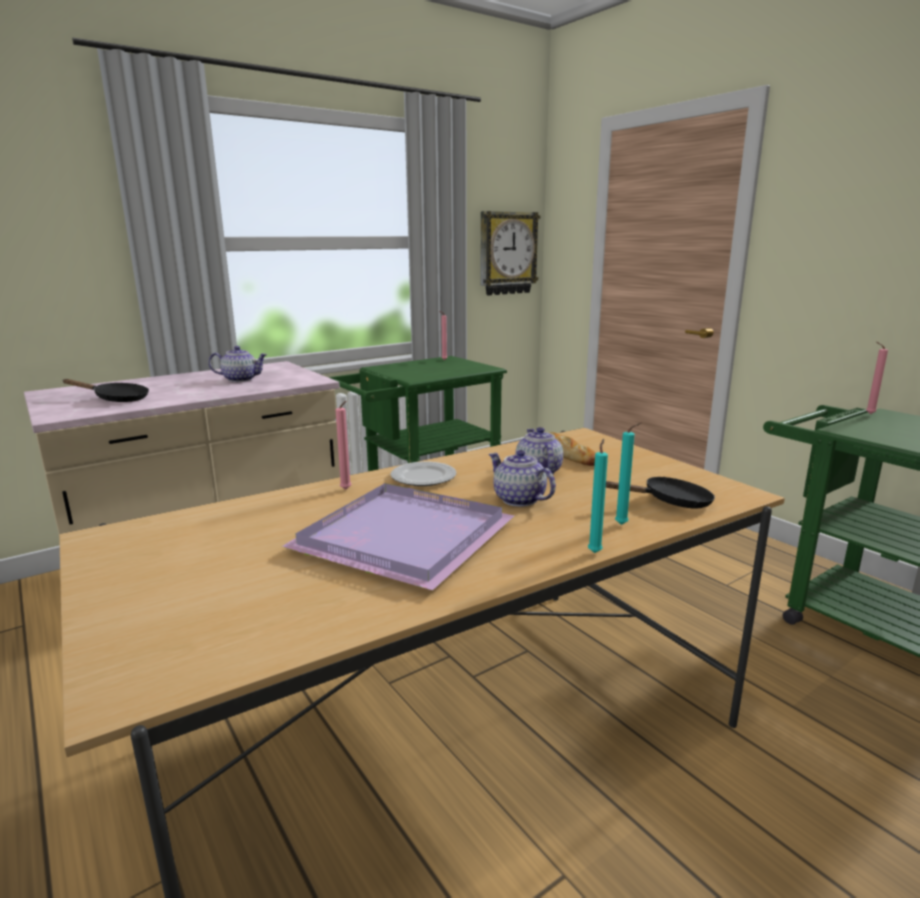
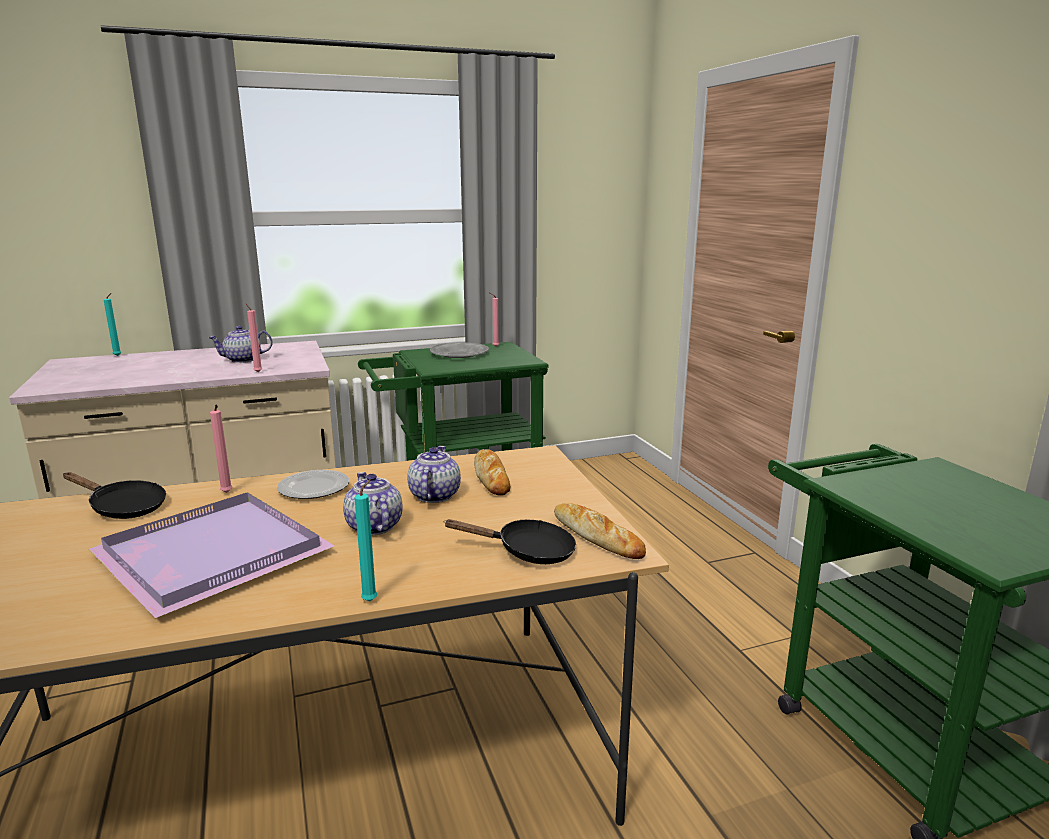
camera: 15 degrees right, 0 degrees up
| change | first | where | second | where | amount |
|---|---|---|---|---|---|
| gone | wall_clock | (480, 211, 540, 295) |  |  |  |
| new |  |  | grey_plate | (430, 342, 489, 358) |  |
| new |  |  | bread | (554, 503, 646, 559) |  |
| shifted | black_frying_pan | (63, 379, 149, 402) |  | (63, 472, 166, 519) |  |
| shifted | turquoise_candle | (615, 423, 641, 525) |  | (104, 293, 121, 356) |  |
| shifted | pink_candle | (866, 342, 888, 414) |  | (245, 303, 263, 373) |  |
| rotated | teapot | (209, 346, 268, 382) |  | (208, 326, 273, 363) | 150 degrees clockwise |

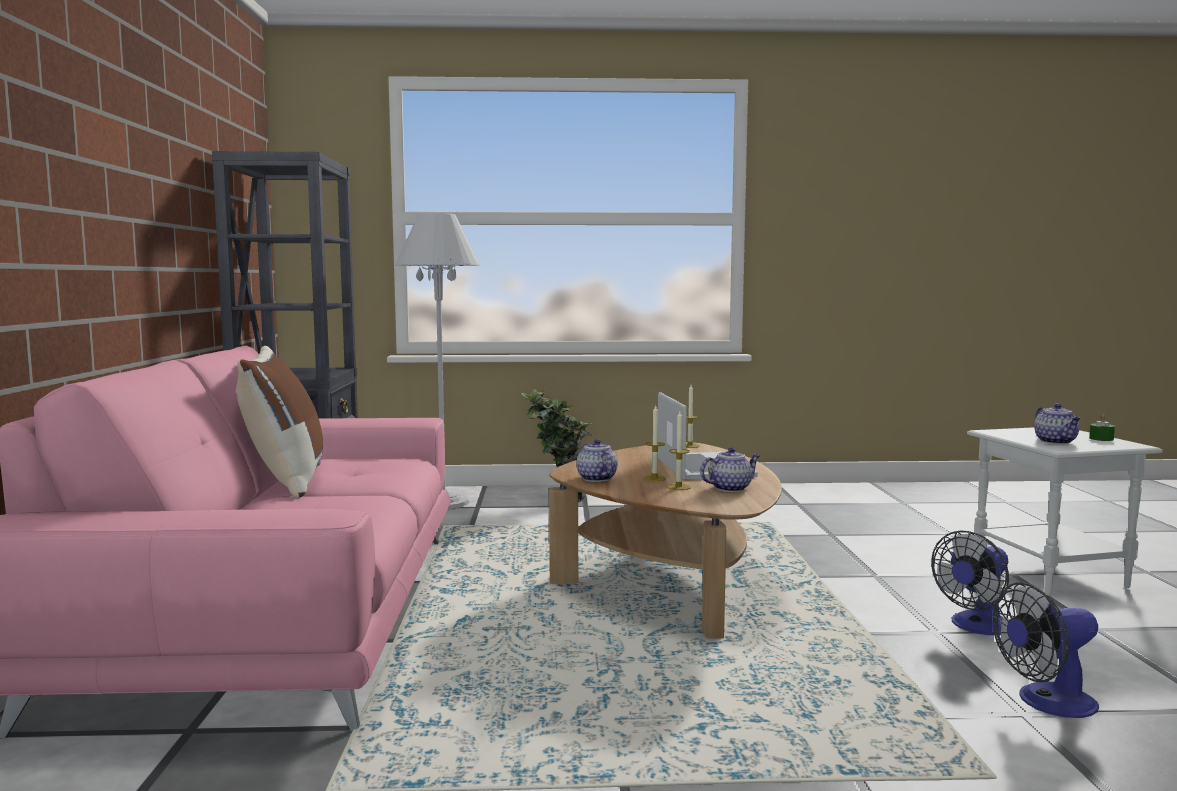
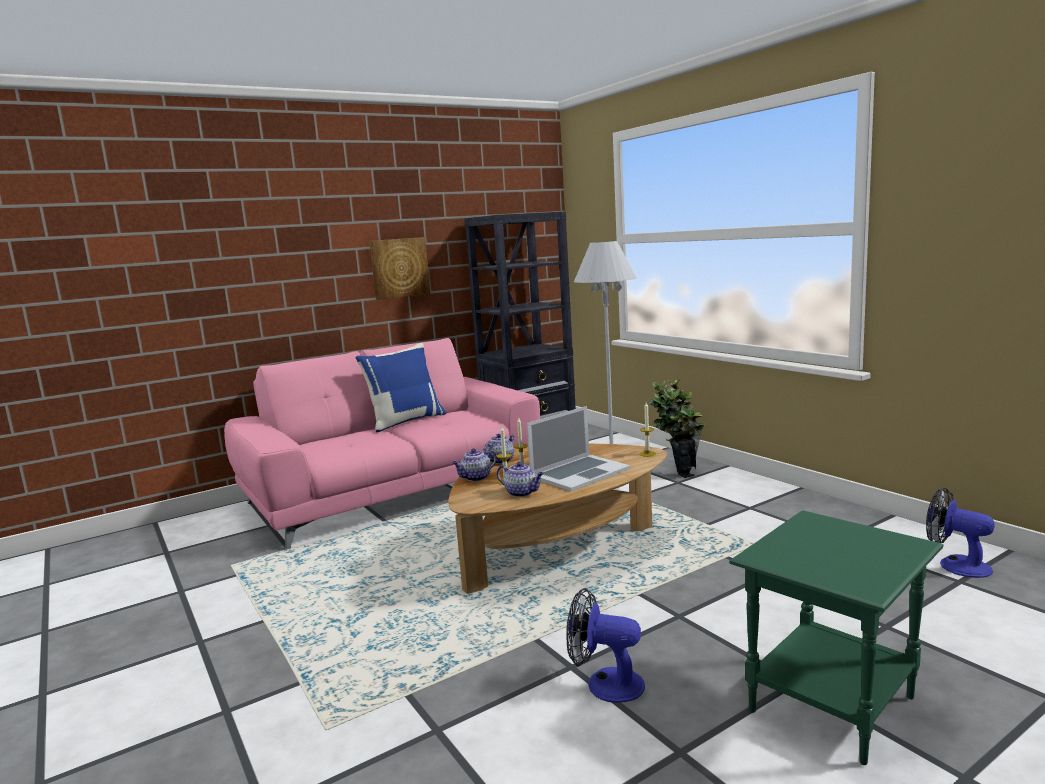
camera: 60 degrees right, 5 degrees up
| change | first | where | second | where | amount |
|---|---|---|---|---|---|
| gone | green_candle | (1089, 414, 1115, 441) |  |  |  |
| new |  |  | picture | (369, 237, 430, 300) |  |
| shifted | fan | (993, 582, 1099, 718) |  | (926, 487, 995, 578) |  |
| shifted | teapot | (1034, 403, 1080, 444) |  | (452, 449, 497, 481) |  |
| repainted | brown_pillow | (236, 346, 323, 498) | blue_pillow | (356, 343, 446, 433) |  |
| repainted | white_side_table | (967, 427, 1163, 596) | green_side_table | (730, 510, 943, 765) |  |

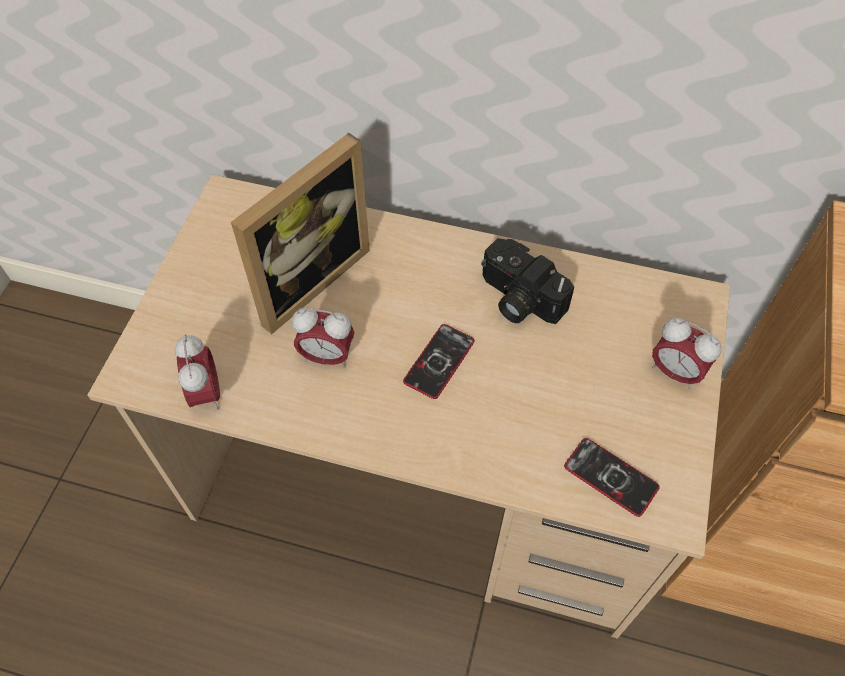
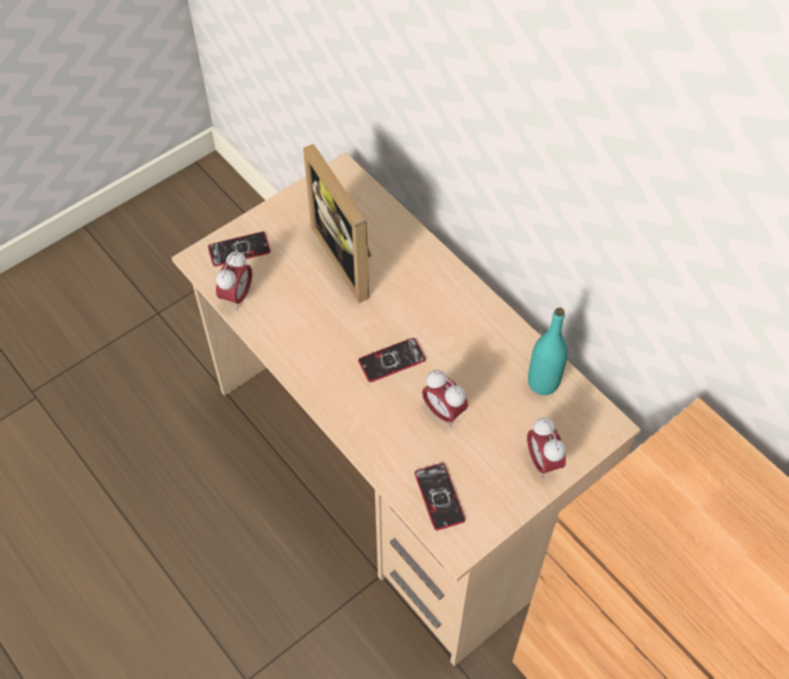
camera: 35 degrees right, 0 degrees up
| change | first | where | second | where | amount |
|---|---|---|---|---|---|
| gone | photo_camera | (481, 238, 574, 324) |  |  |  |
| new |  |  | phone | (208, 232, 271, 267) |  |
| new |  |  | turquoise_bottle | (528, 307, 568, 395) |  |
| shifted | alarm_clock | (292, 308, 355, 368) |  | (422, 370, 468, 427) |  |
| rotated | picture_frame | (231, 133, 370, 334) |  | (303, 144, 371, 303) | 75 degrees clockwise |

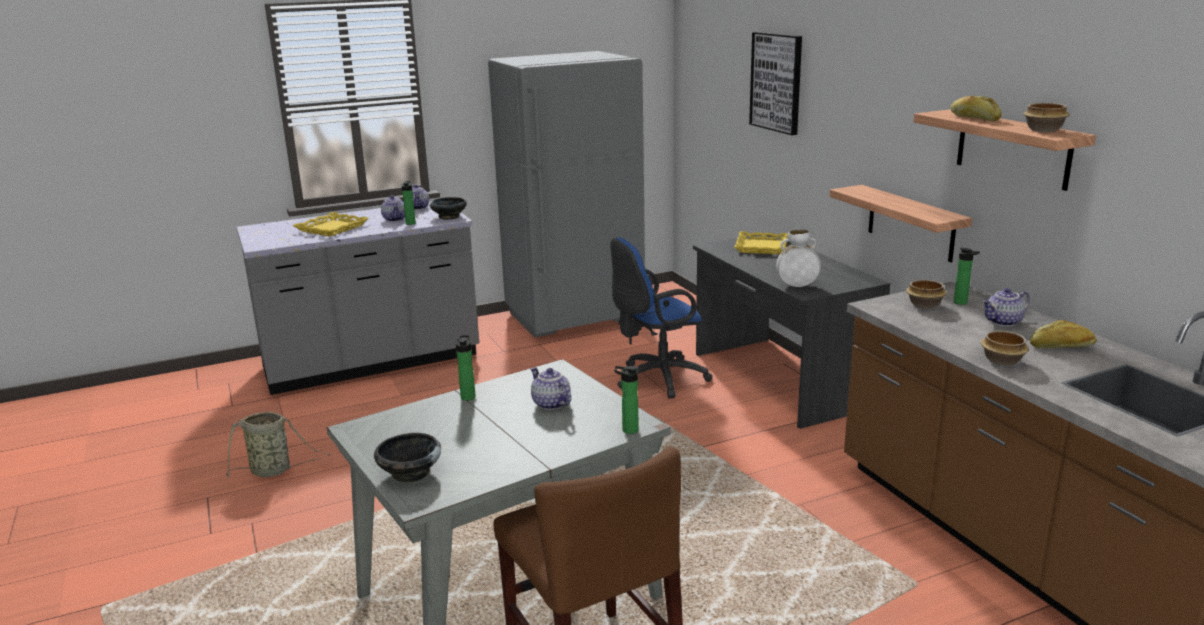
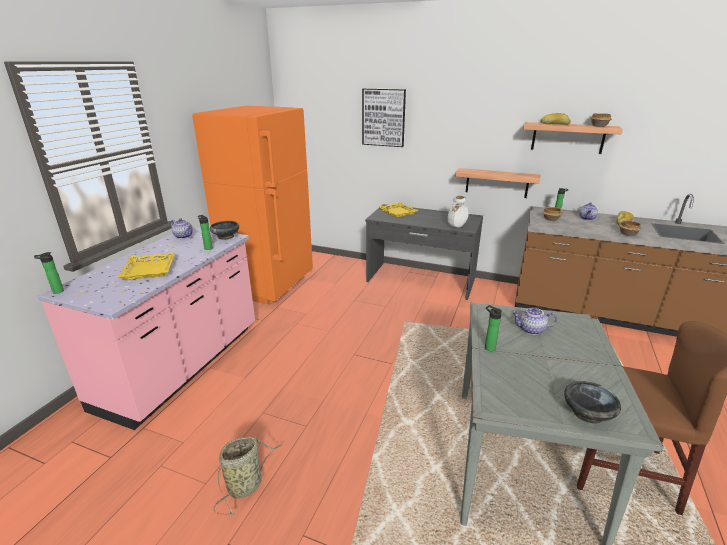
camera: 45 degrees left, 5 degrees up
| change | first | where | second | where | amount |
|---|---|---|---|---|---|
| gone | teapot | (381, 195, 405, 222) |  |  |  |
| gone | blue_office_chair | (610, 237, 712, 399) |  |  |  |
| shifted | bottle | (614, 366, 639, 434) |  | (34, 252, 64, 294) |  |
| repainted | grey_counter | (236, 202, 479, 395) | pink_counter | (38, 227, 255, 430) |  |
| repainted | grey_fridge | (488, 51, 645, 337) | orange_fridge | (192, 106, 313, 304) |  |

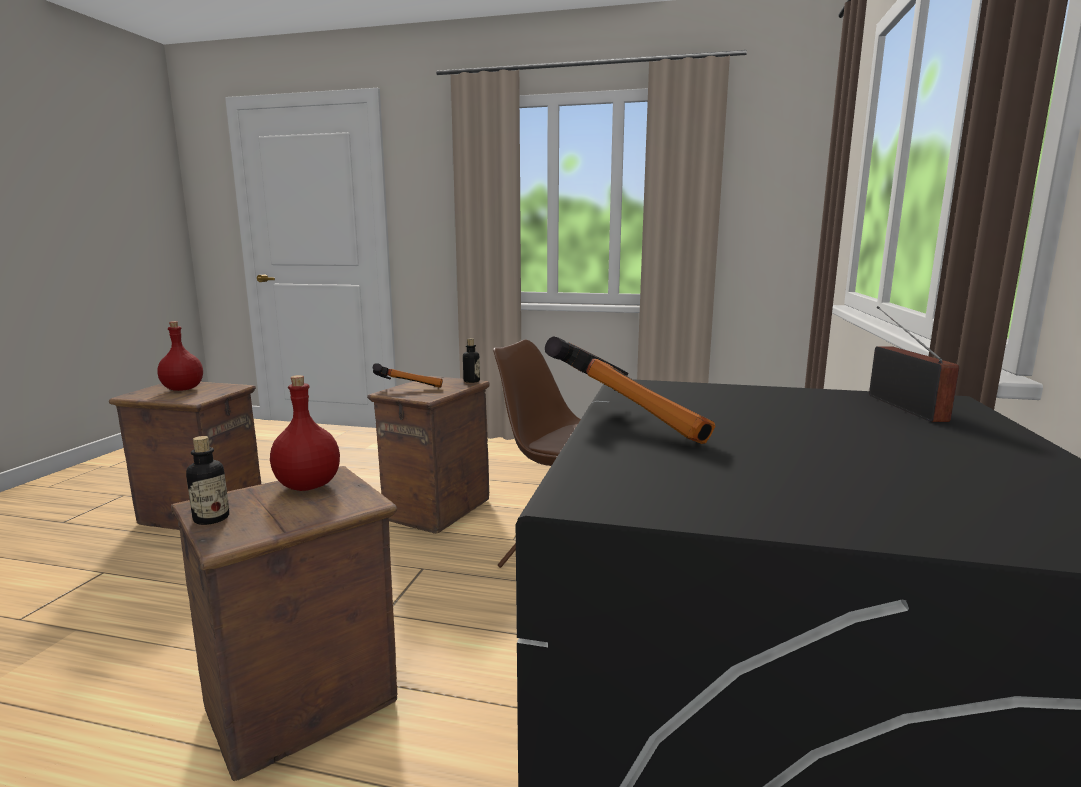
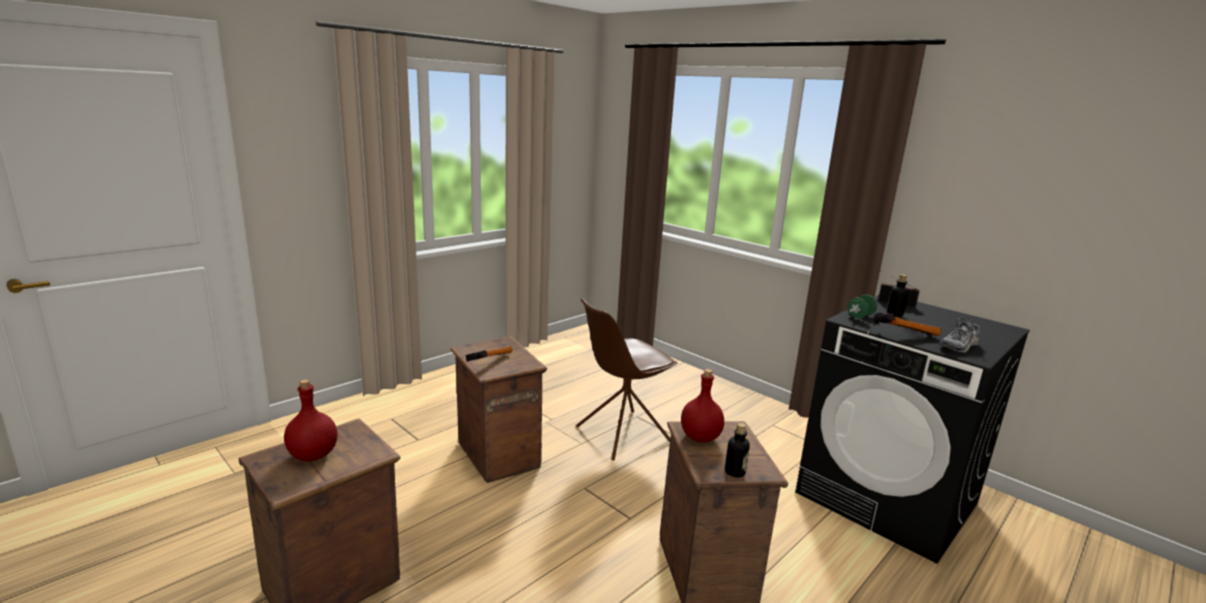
camera: 60 degrees left, 5 degrees up
| change | first | where | second | where | amount |
|---|---|---|---|---|---|
| new |  |  | green_dumbbell | (848, 295, 877, 318) |  |
| new |  |  | shoe | (939, 318, 980, 353) |  |
| shifted | bottle | (463, 338, 480, 383) |  | (887, 274, 909, 317) |  |

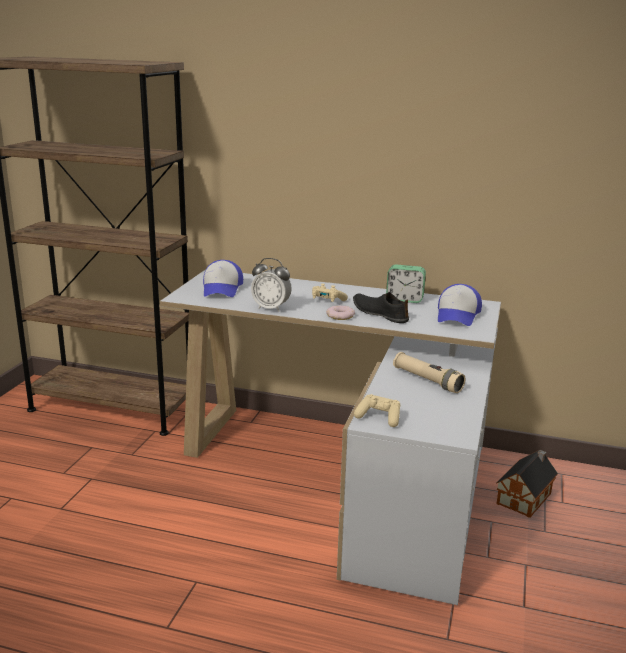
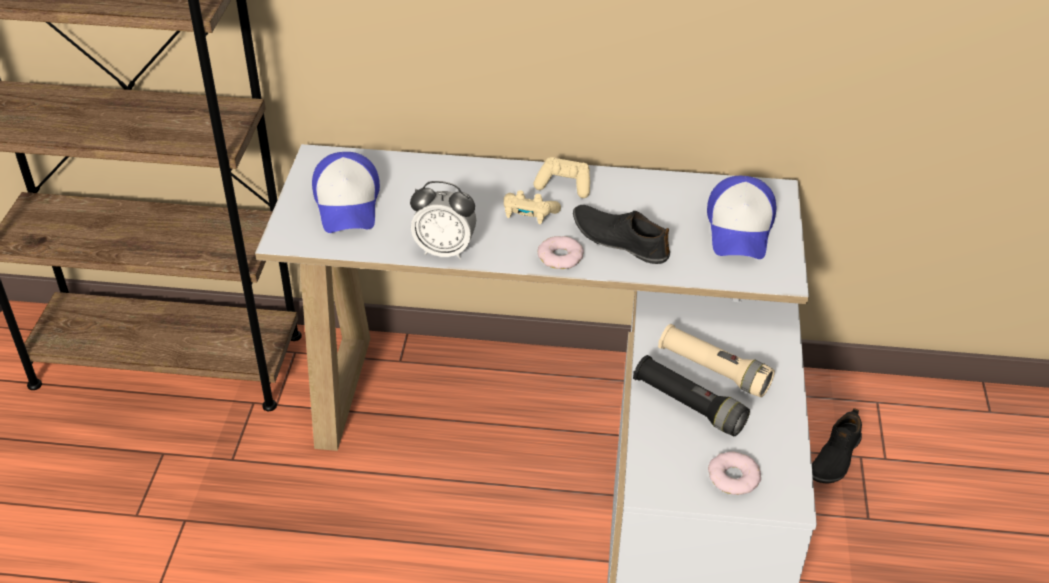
camera: 10 degrees left, 20 degrees up
| change | first | where | second | where | amount |
|---|---|---|---|---|---|
| gone | alarm_clock | (386, 264, 426, 303) |  |  |  |
| new |  |  | black_flashlight | (633, 355, 750, 436) |  |
| new |  |  | donut | (708, 451, 761, 495) |  |
| shifted | beige_game_controller | (354, 394, 400, 427) |  | (533, 157, 590, 198) |  |
| swapped | toy_house | (497, 450, 558, 518) | black_shoe | (812, 408, 862, 483) |  |

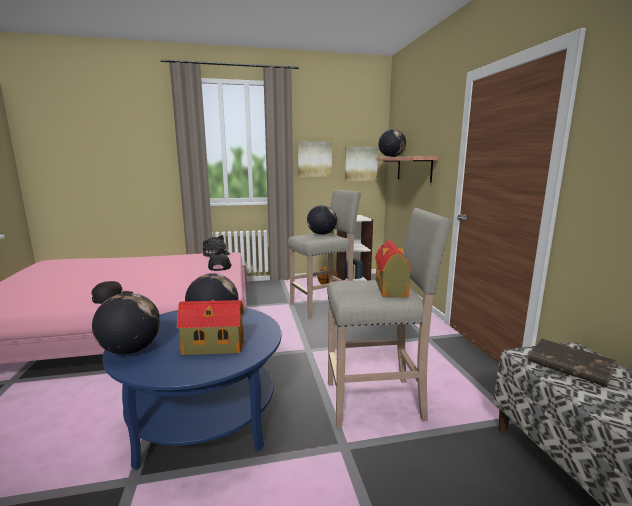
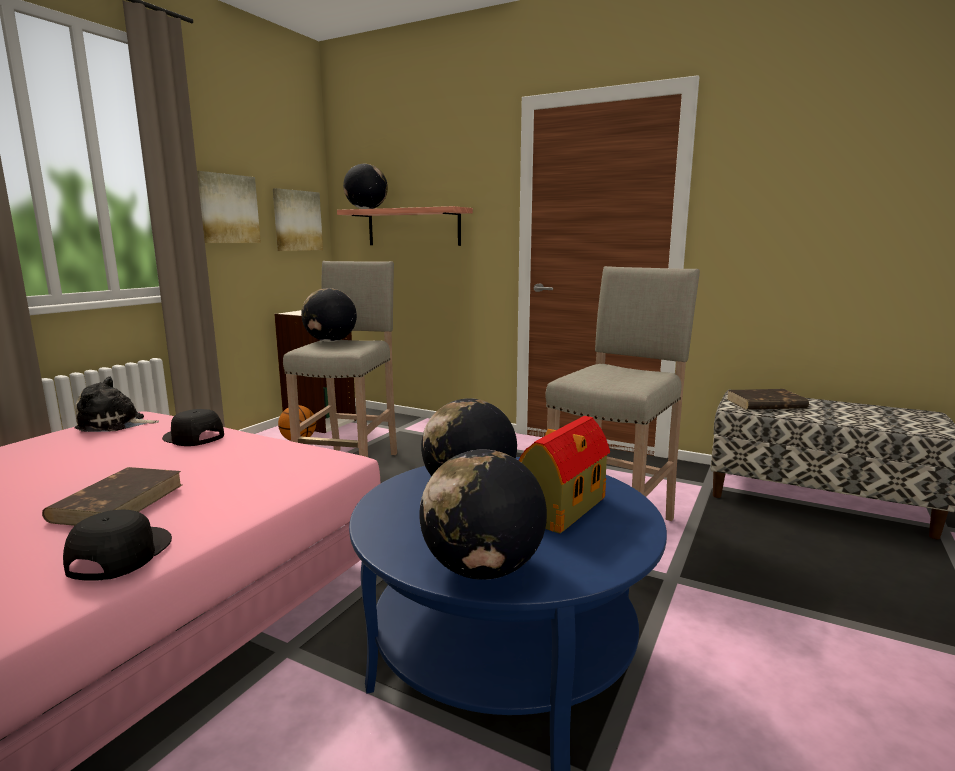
camera: 50 degrees left, 0 degrees up
| change | first | where | second | where | amount |
|---|---|---|---|---|---|
| gone | toy_house | (375, 241, 412, 297) |  |  |  |
| new |  |  | brown_book | (42, 467, 182, 526) |  |

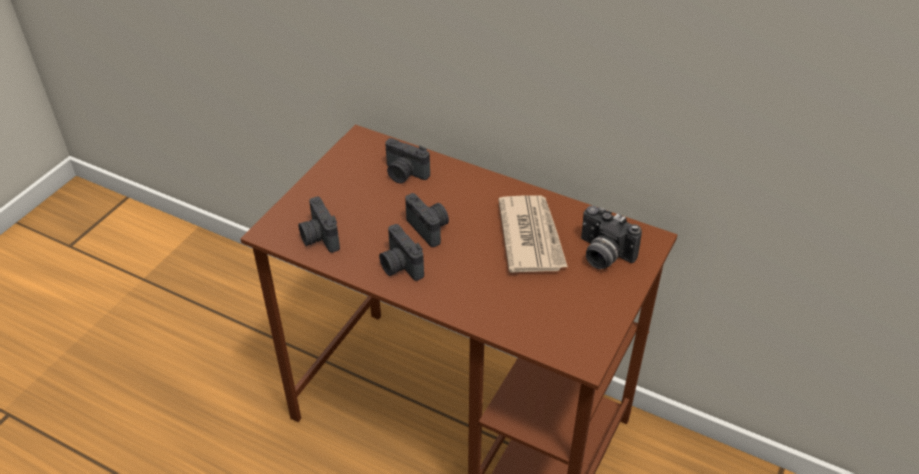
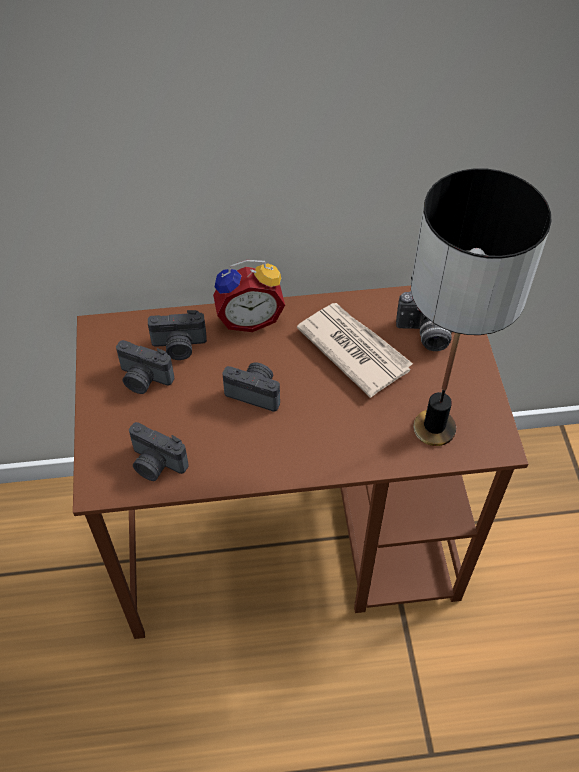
camera: 35 degrees left, 10 degrees up
| change | first | where | second | where | amount |
|---|---|---|---|---|---|
| new |  |  | alarm_clock | (213, 260, 285, 332) |  |
| new |  |  | table_lamp | (411, 168, 551, 446) |  |
| shifted | photo_camera | (379, 224, 424, 281) |  | (116, 340, 174, 394) |  |

